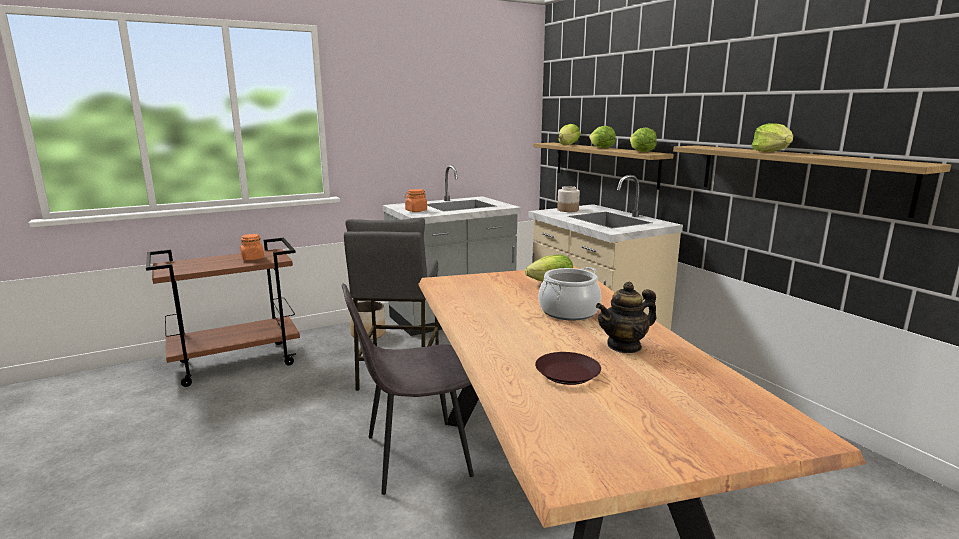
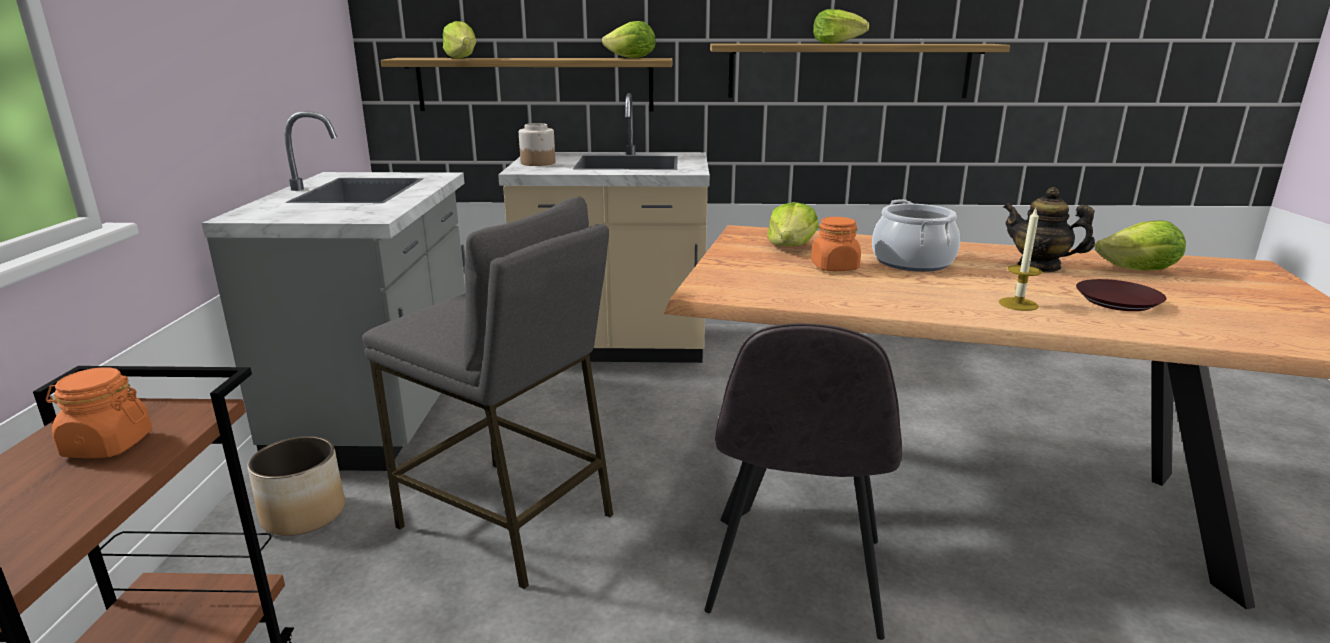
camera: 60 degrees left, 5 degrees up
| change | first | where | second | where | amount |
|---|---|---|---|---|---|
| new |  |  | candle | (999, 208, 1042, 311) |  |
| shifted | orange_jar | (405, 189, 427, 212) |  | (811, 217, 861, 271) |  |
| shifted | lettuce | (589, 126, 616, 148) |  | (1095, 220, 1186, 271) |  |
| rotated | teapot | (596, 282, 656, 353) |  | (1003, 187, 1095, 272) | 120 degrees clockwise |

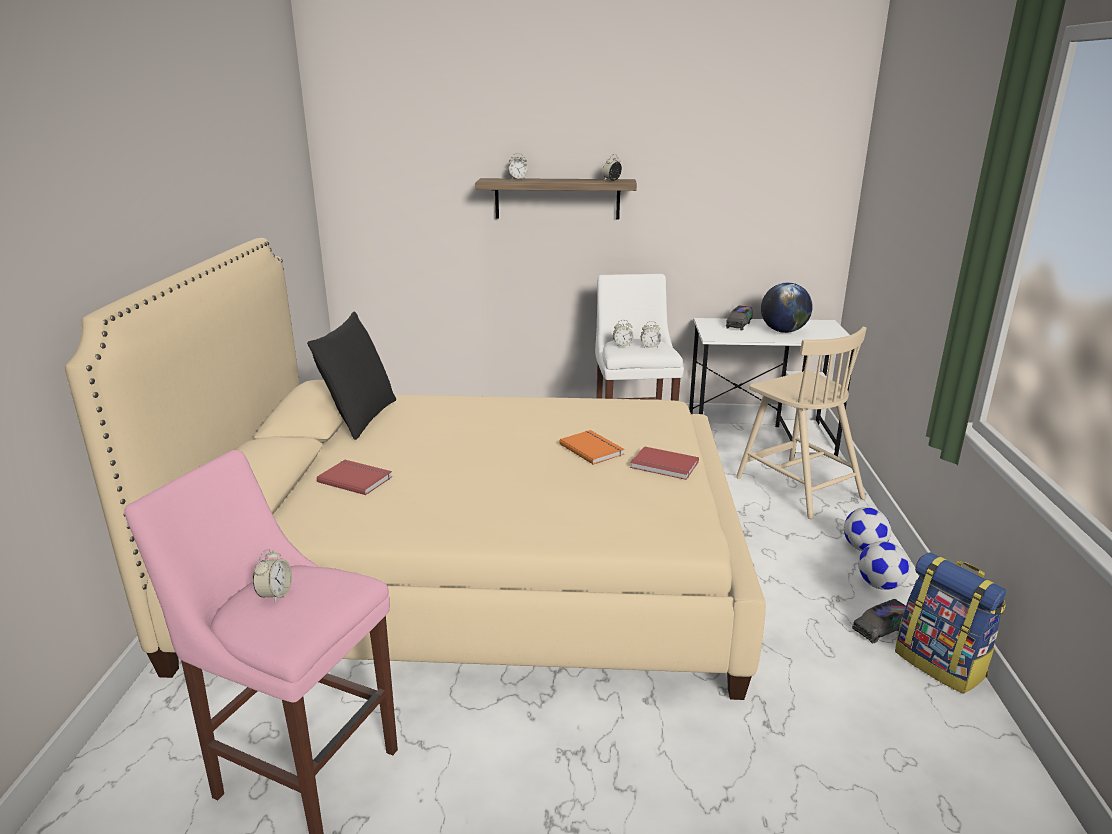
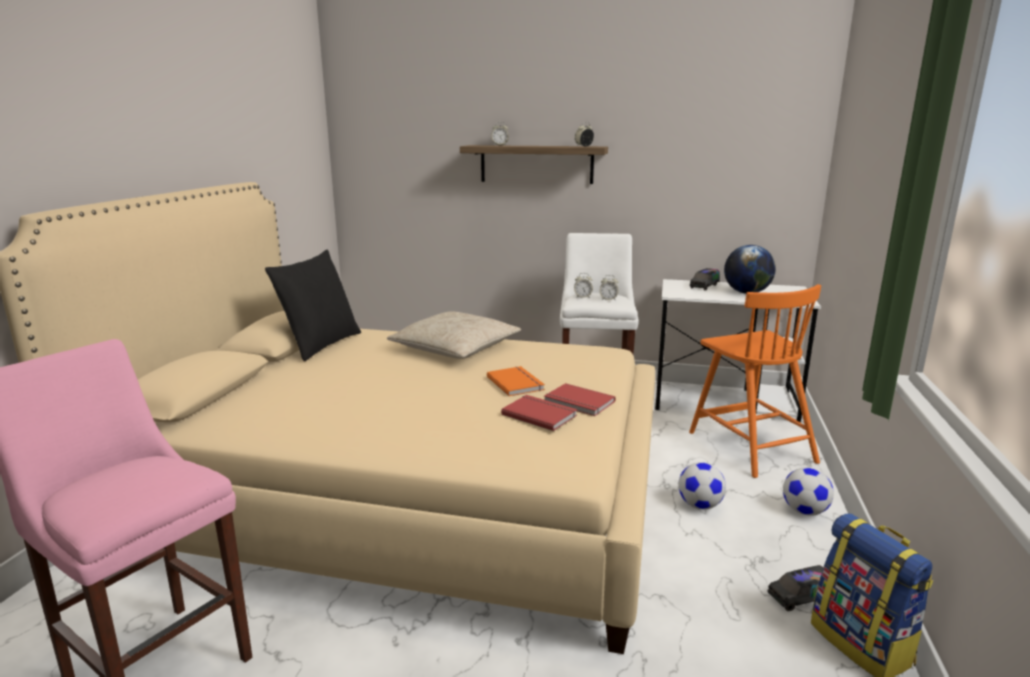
camera: 10 degrees right, 5 degrees down
| change | first | where | second | where | amount |
|---|---|---|---|---|---|
| gone | alarm_clock | (253, 549, 292, 603) |  |  |  |
| new |  |  | beige_pillow | (387, 311, 521, 359) |  |
| shifted | red_book | (317, 460, 392, 495) |  | (501, 395, 577, 431) |  |
| shifted | football | (858, 541, 910, 590) |  | (678, 462, 726, 509) |  |
| repainted | beige_chair | (736, 326, 866, 519) | orange_chair | (689, 284, 821, 478) |  |

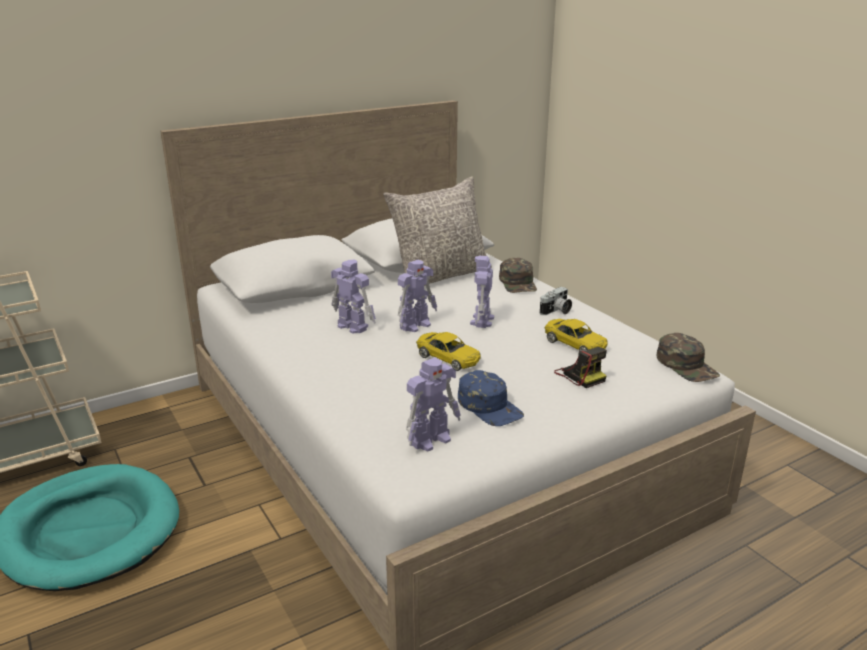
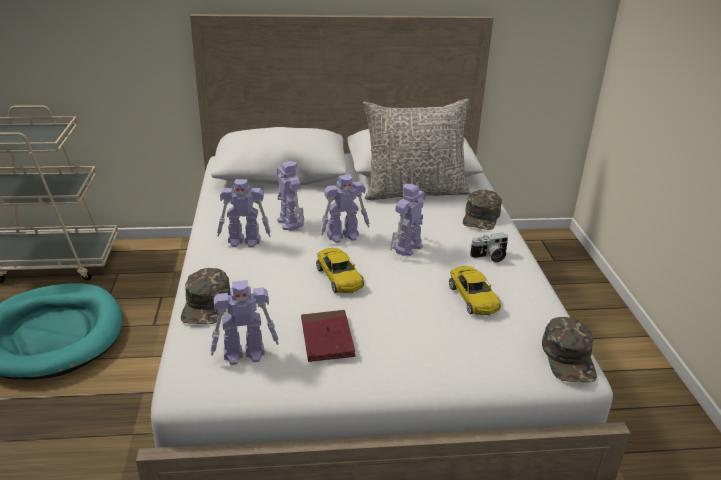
camera: 25 degrees right, 5 degrees up
| change | first | where | second | where | amount |
|---|---|---|---|---|---|
| gone | photo_camera | (554, 347, 607, 388) |  |  |  |
| new |  |  | green_cap | (181, 268, 231, 324) |  |
| new |  |  | toy_robot | (217, 179, 271, 248) |  |
| swapped | blue_cap | (458, 370, 524, 426) | red_book | (301, 310, 355, 362) |  |

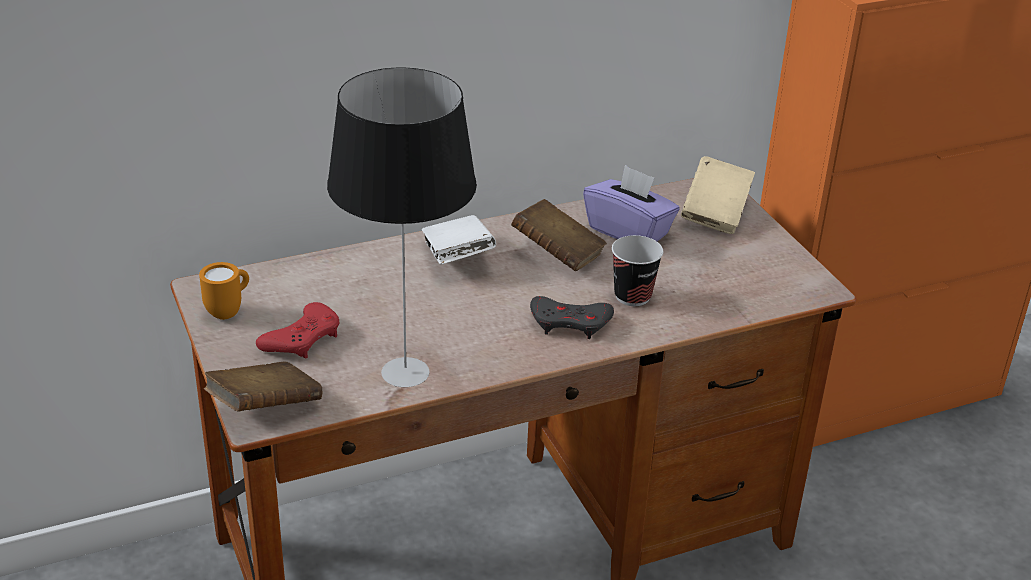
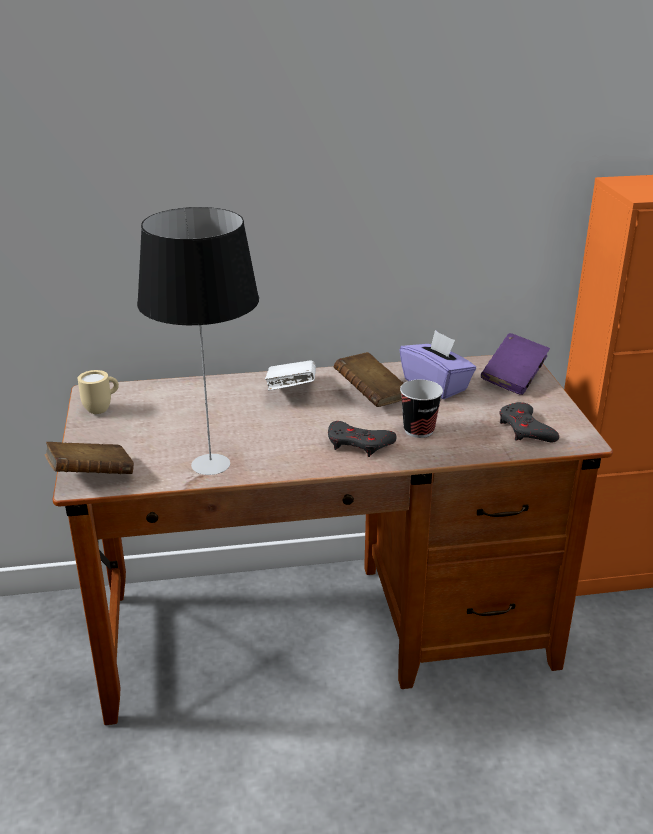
camera: 15 degrees right, 5 degrees down
| change | first | where | second | where | amount |
|---|---|---|---|---|---|
| gone | red_game_controller | (256, 302, 340, 358) |  |  |  |
| new |  |  | grey_game_controller | (500, 402, 559, 442) |  |
| repainted | orange_mug | (199, 262, 249, 320) | beige_mug | (77, 370, 119, 414) |  |
| repainted | beige_book | (681, 156, 755, 234) | purple_book | (481, 333, 550, 395) |  |

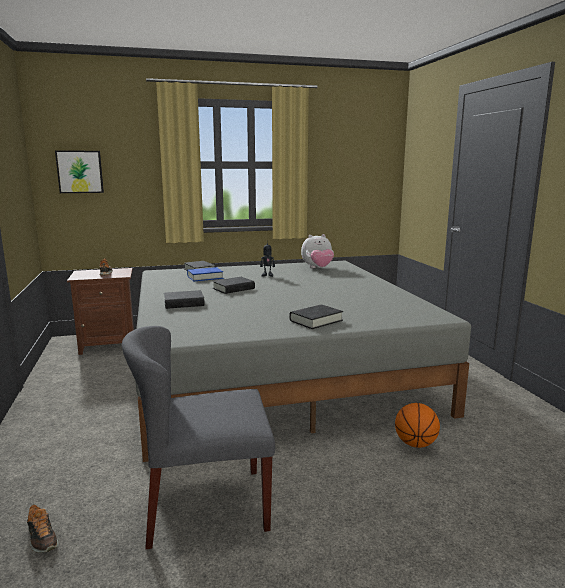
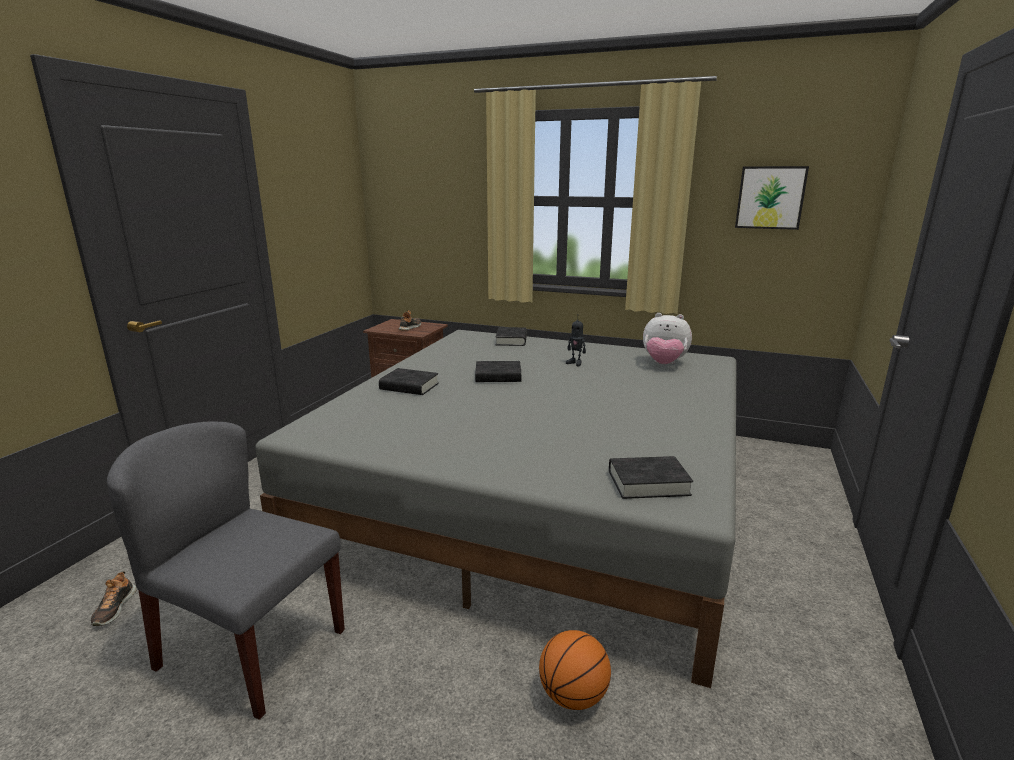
camera: 35 degrees right, 5 degrees up
| change | first | where | second | where | amount |
|---|---|---|---|---|---|
| gone | blue_book | (187, 267, 223, 281) |  |  |  |
| shifted | picture | (55, 150, 104, 193) |  | (735, 166, 809, 230) |  |
| shifted | black_book | (289, 304, 343, 329) |  | (609, 456, 693, 499) |  |

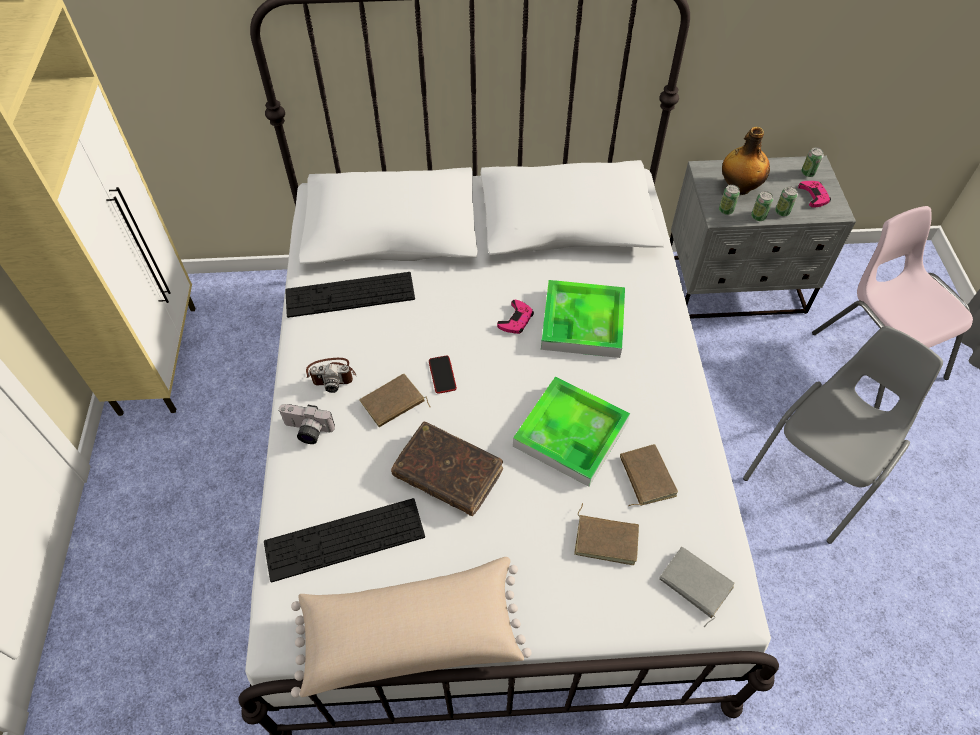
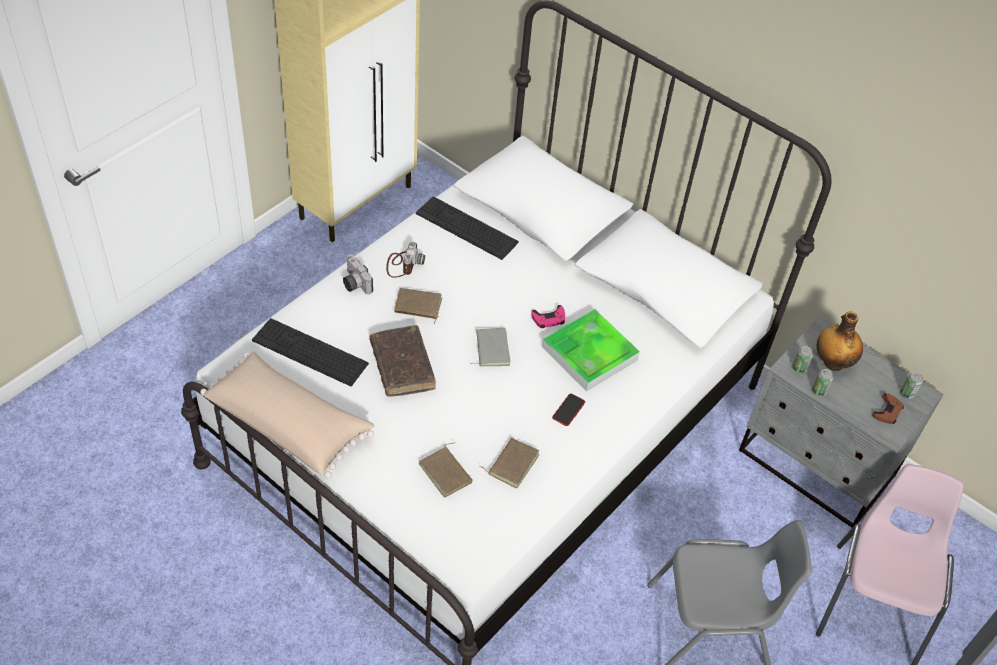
camera: 40 degrees right, 5 degrees down
| change | first | where | second | where | amount |
|---|---|---|---|---|---|
| gone | tray | (513, 377, 630, 487) |  |  |  |
| gone | can | (775, 186, 798, 216) |  |  |  |
| shifted | phone | (429, 356, 457, 394) |  | (552, 394, 585, 426) |  |
| shifted | grey_book | (659, 547, 735, 627) |  | (470, 328, 510, 367) |  |
| repainted | pink_game_controller | (798, 181, 831, 208) | brown_game_controller | (872, 393, 904, 424) |  |
| rotated | photo_camera | (306, 358, 357, 393) |  | (386, 242, 425, 278) | 120 degrees counterclockwise |

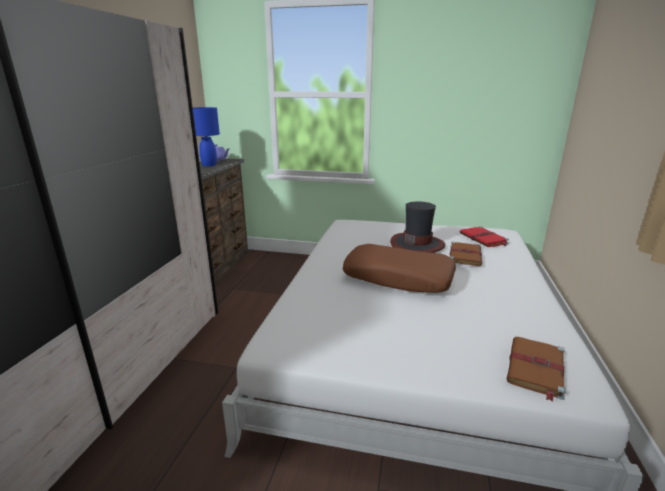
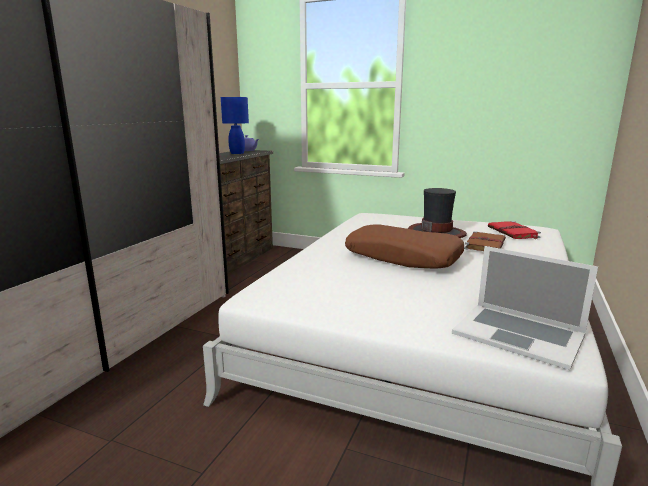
camera: 10 degrees right, 5 degrees down
| change | first | where | second | where | amount |
|---|---|---|---|---|---|
| swapped | brown_book | (507, 337, 566, 402) | laptop | (452, 246, 598, 370) |  |

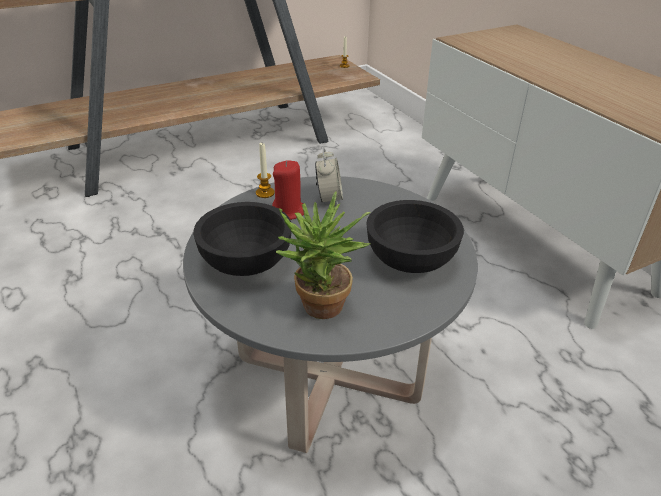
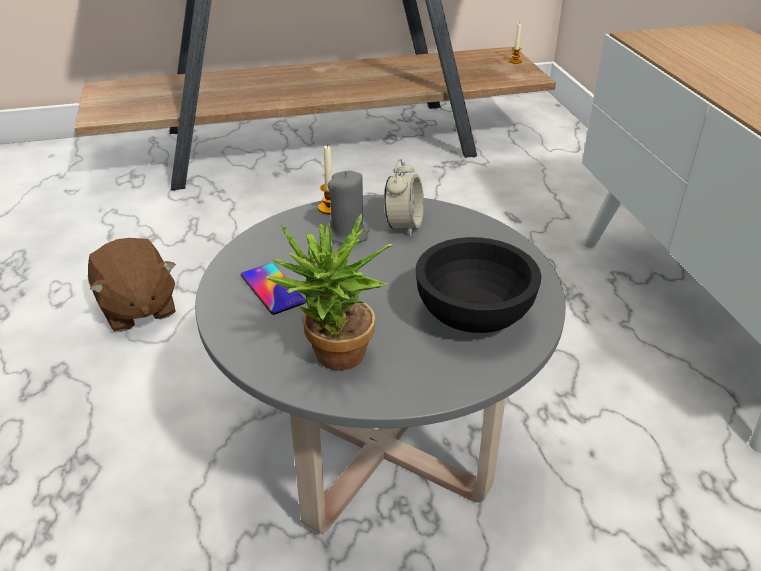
camera: 15 degrees right, 0 degrees up
| change | first | where | second | where | amount |
|---|---|---|---|---|---|
| new |  |  | brown_plush_toy | (88, 238, 176, 332) |  |
| swapped | black_bowl | (193, 202, 292, 276) | phone | (240, 263, 306, 315) |  |
| repainted | red_candle | (272, 160, 304, 220) | grey_candle | (328, 171, 370, 244) |  |

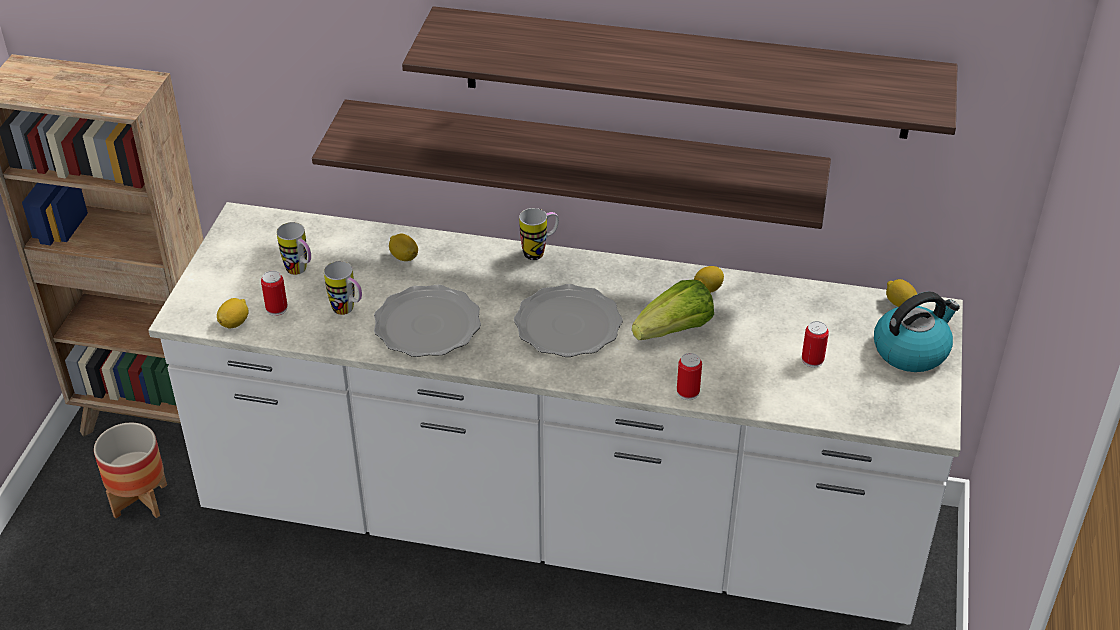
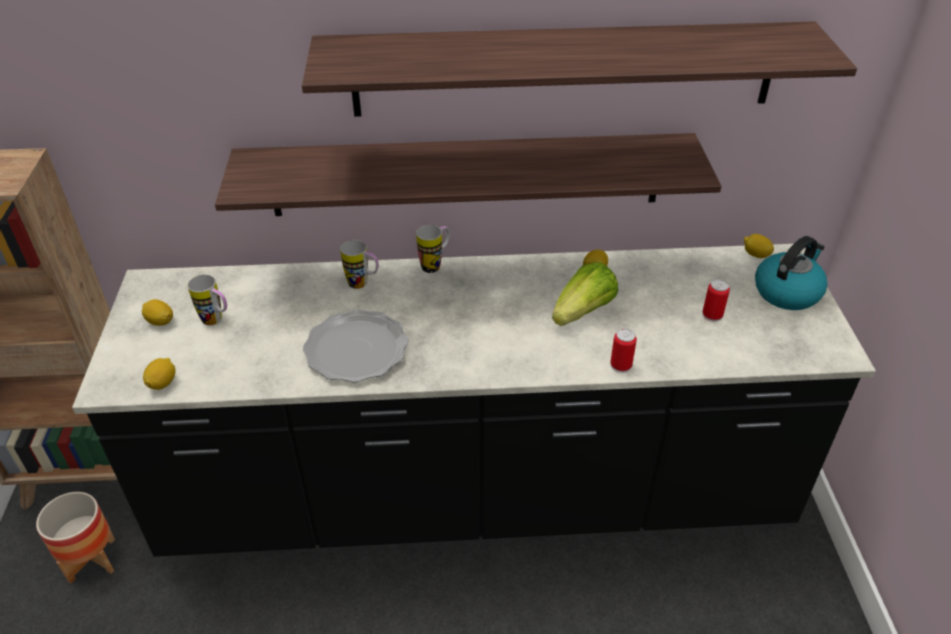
camera: 15 degrees left, 0 degrees up
| change | first | where | second | where | amount |
|---|---|---|---|---|---|
| gone | can | (261, 271, 288, 316) |  |  |  |
| gone | plate | (514, 284, 623, 357) |  |  |  |
| shifted | mug | (324, 261, 362, 315) |  | (340, 240, 379, 289) |  |
| shifted | lemon | (389, 234, 418, 261) |  | (142, 299, 173, 326) |  |
| repainted | white_counter | (148, 202, 963, 625) | black_counter | (72, 244, 876, 557) |  |

